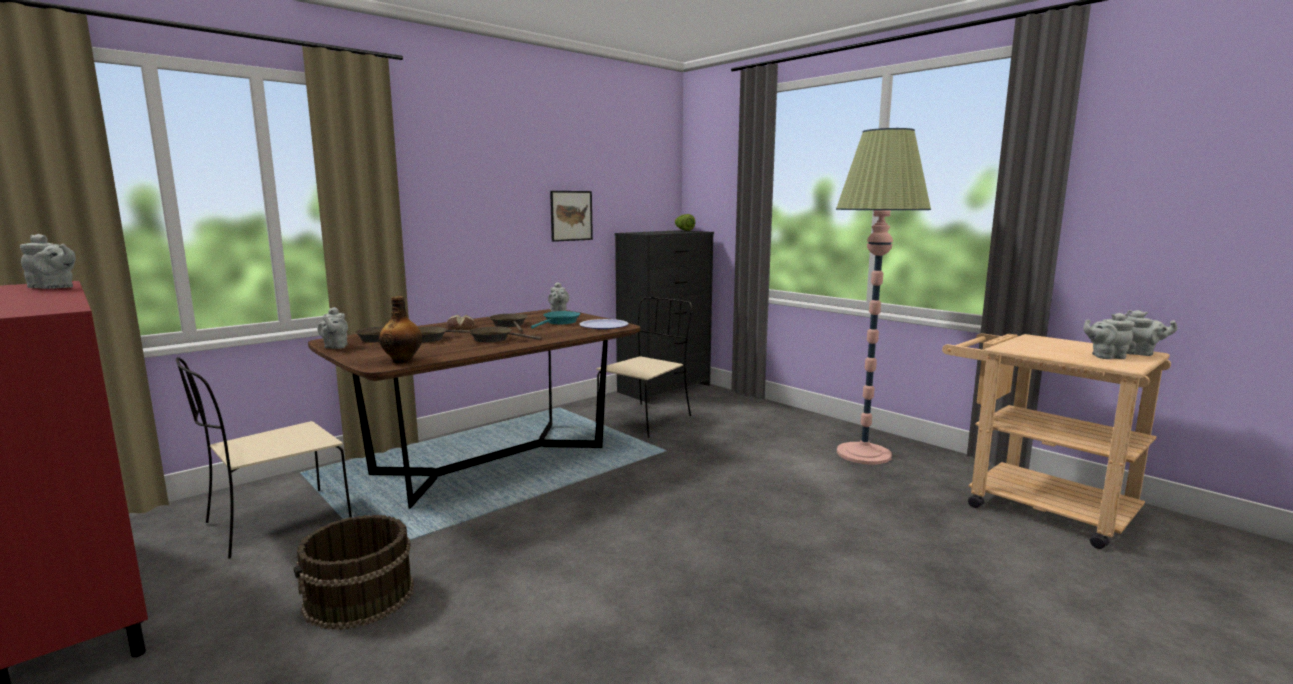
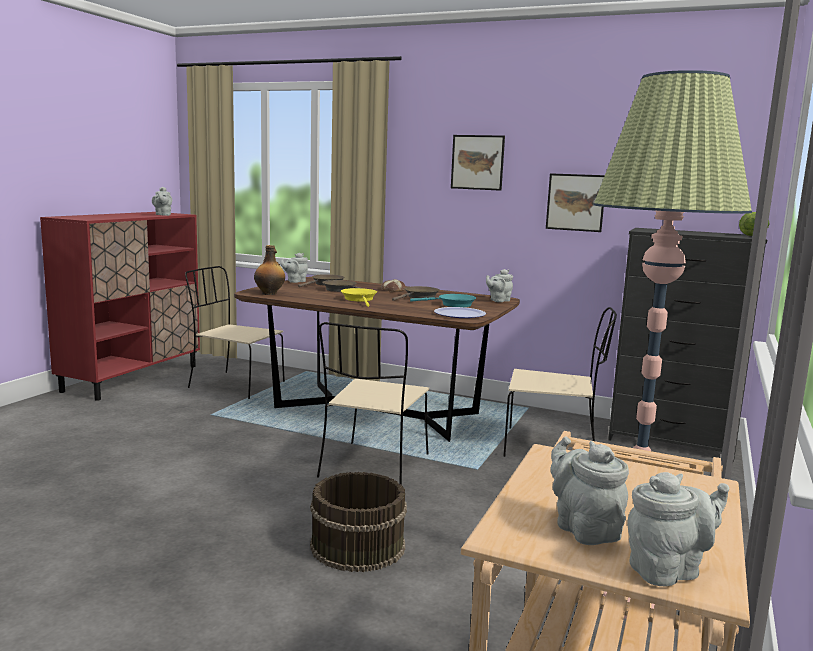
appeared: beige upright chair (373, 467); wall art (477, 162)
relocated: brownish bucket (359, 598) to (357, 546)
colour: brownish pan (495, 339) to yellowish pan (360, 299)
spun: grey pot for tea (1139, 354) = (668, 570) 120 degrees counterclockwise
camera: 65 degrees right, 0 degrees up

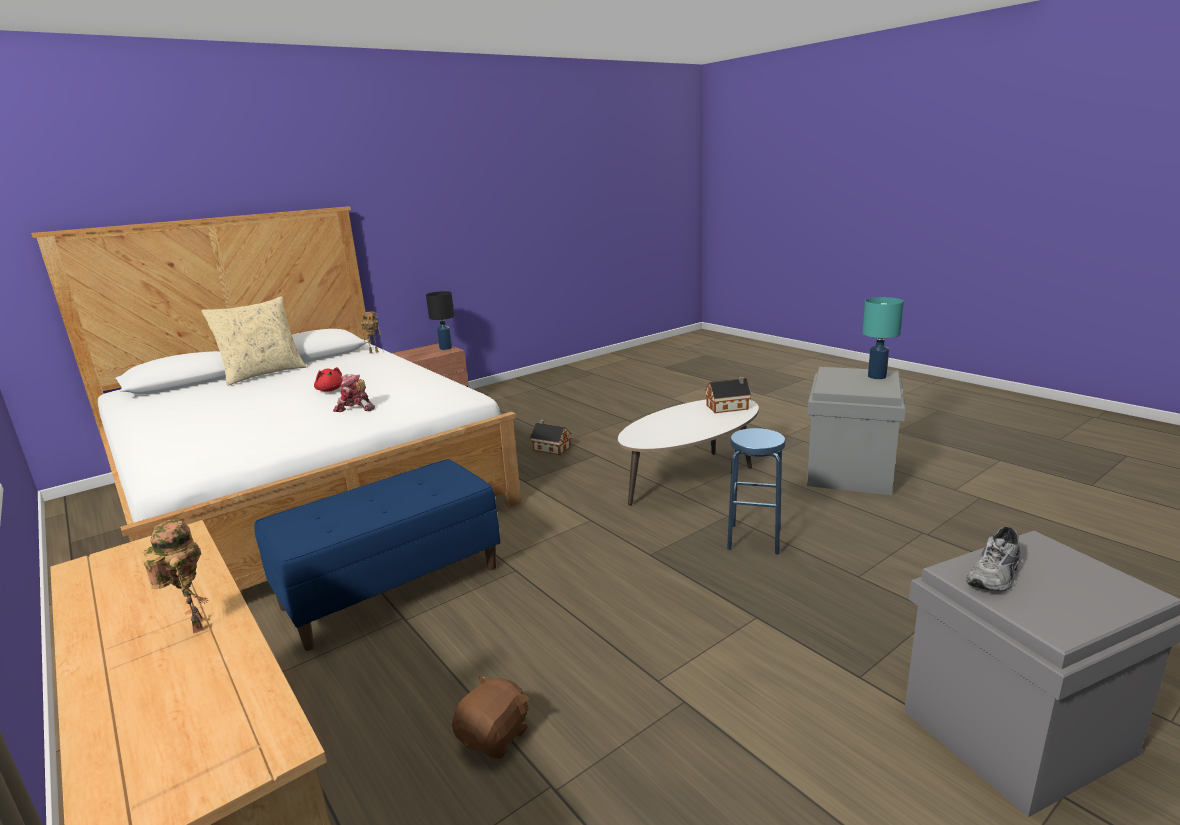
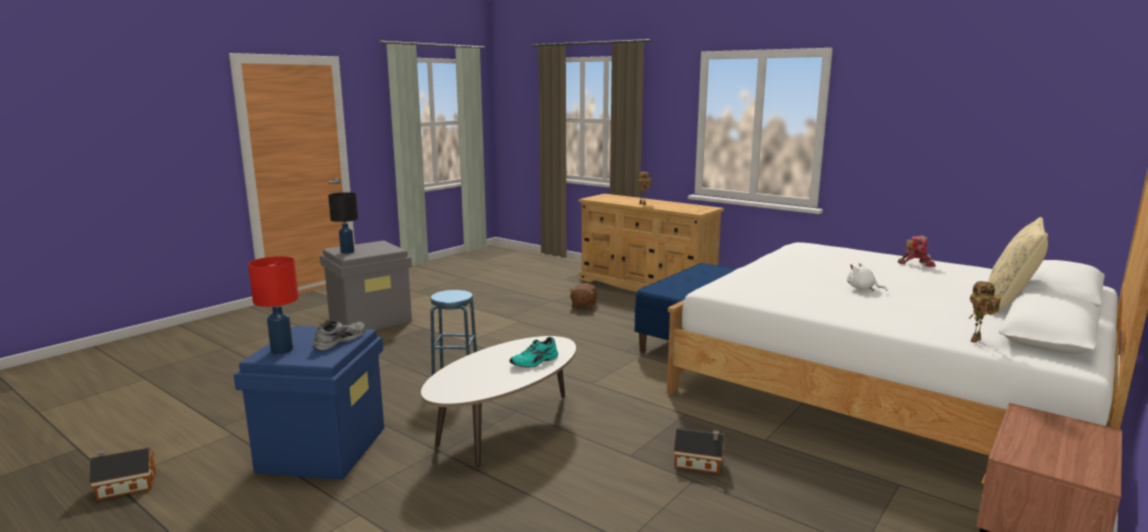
appeared: blue-green low shoe (535, 362)
relocated: toy house (729, 407) to (124, 486); grey low shoe (996, 575) to (339, 341); blackish lamp for a table (446, 348) to (347, 252); model robot (355, 408) to (916, 263)
colour: grey storage bin (850, 472) to blue storage bin (323, 448); blue-green lamp for a table (877, 376) to red lamp for a table (281, 350); red plush toy (330, 390) to whitish plush toy (862, 289)
camera: 165 degrees right, 5 degrees down

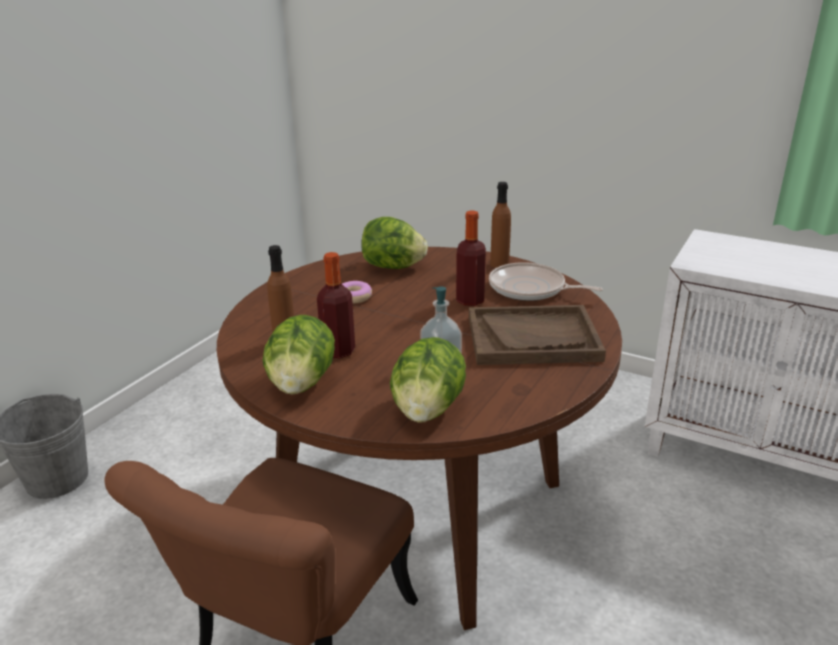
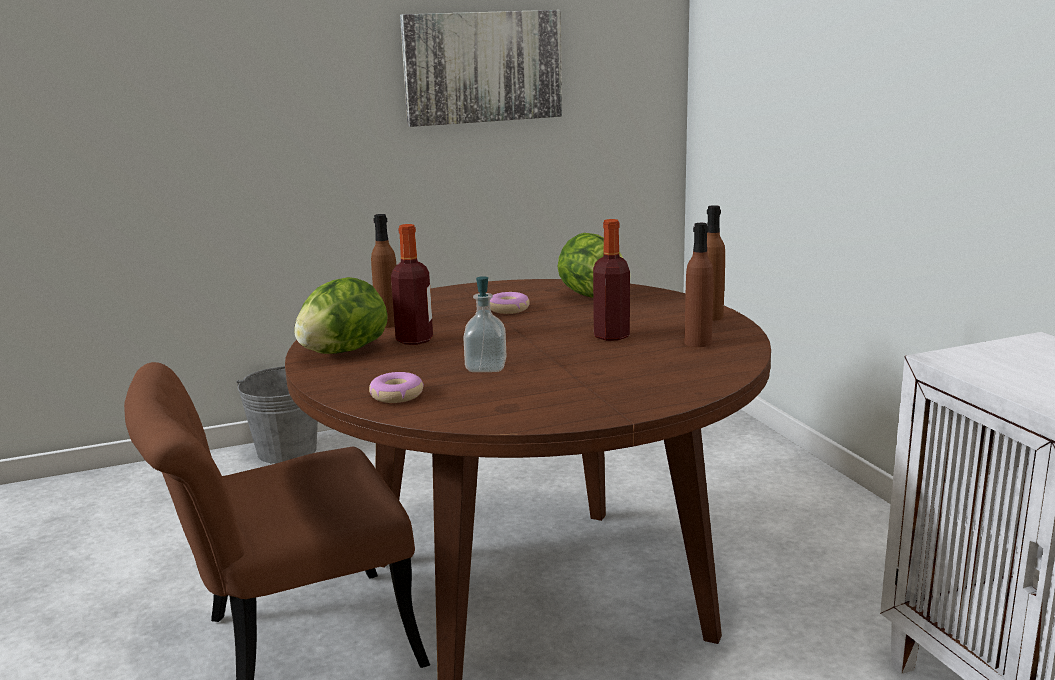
missing: brownish serving tray (533, 338)
appeared: wall art (482, 67)
exchanged: lettuce head (428, 410) to donut (396, 395); pan (530, 289) to brownish drink bottle (698, 342)
camera: 40 degrees right, 10 degrees down

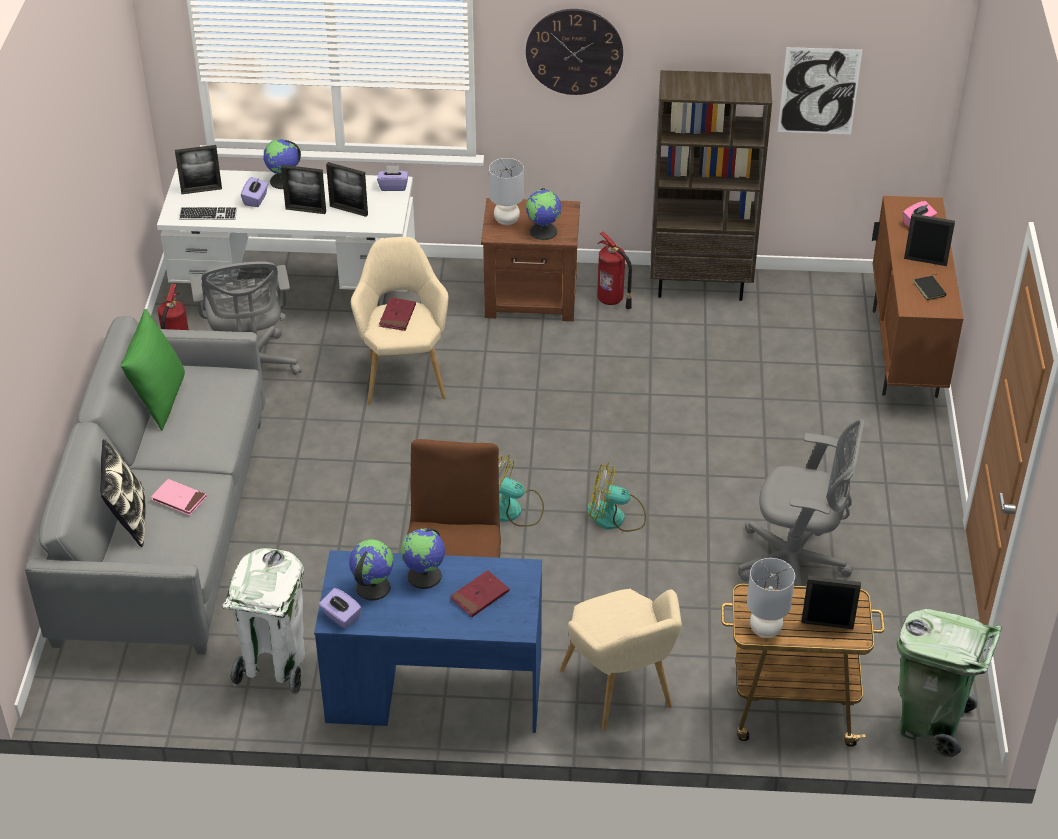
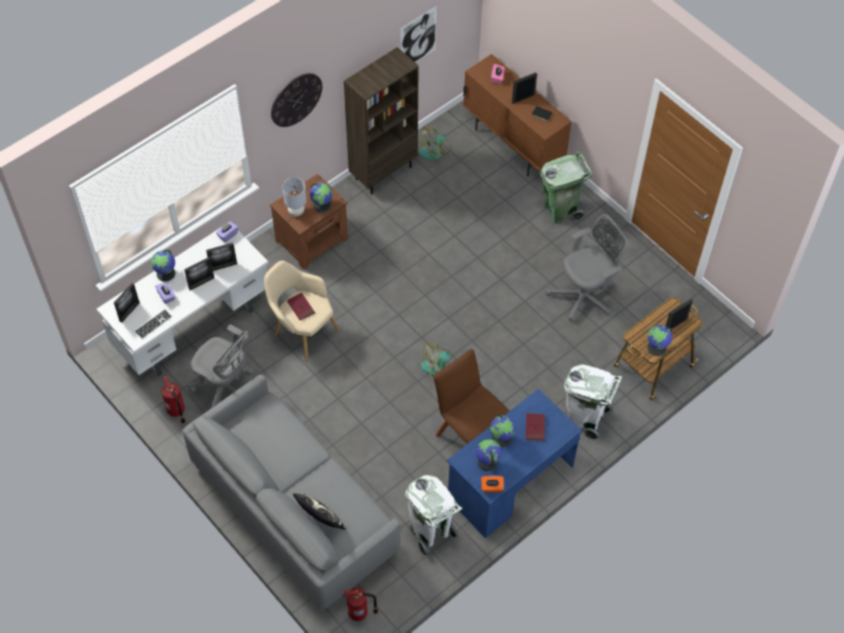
missing: greenish throw pillow (159, 400); pinkish book (179, 499)
relocated: extinguisher (611, 300) to (359, 613); fan (615, 517) to (435, 150); greenish trash can (931, 723) to (560, 210)
exchanged: beige easy chair (621, 694) to whitish trash can (585, 418); grey lamp for a table (765, 630) to world globe (657, 348)
colour: purple-coloured box of tissues (341, 617) to orange box of tissues (492, 487)
camera: 45 degrees left, 15 degrees up

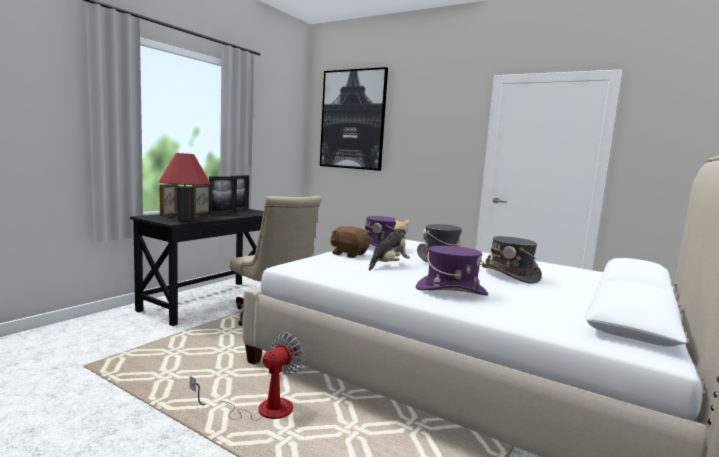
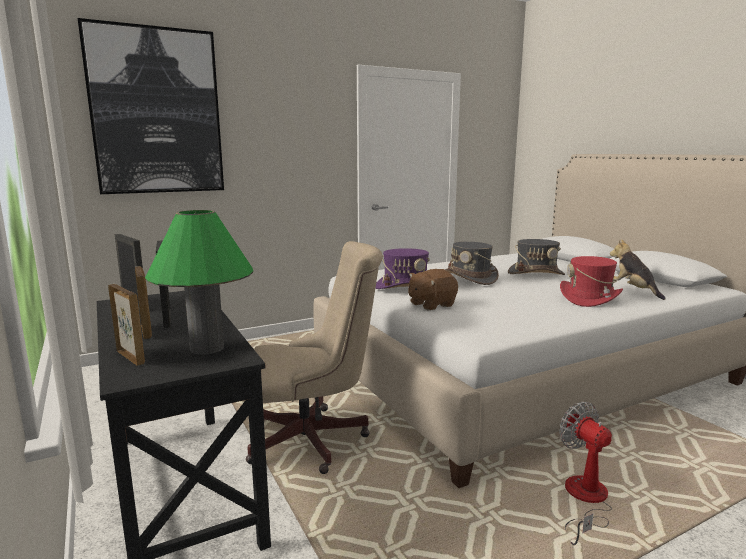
relocated: plush toy (389, 265) to (634, 291)
colour: red lamp for a table (185, 219) to greenish lamp for a table (207, 348); purple-coloured hat (451, 291) to red hat (589, 298)
camera: 60 degrees left, 5 degrees up

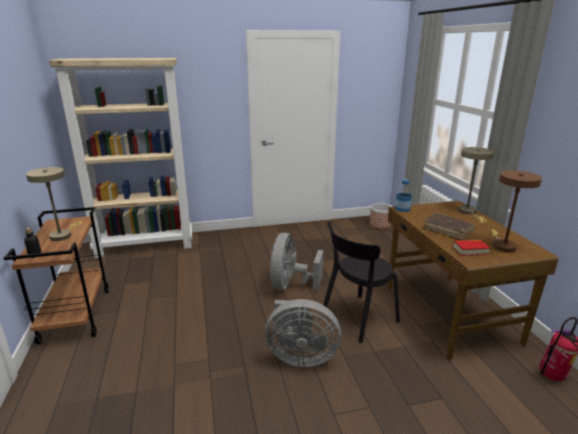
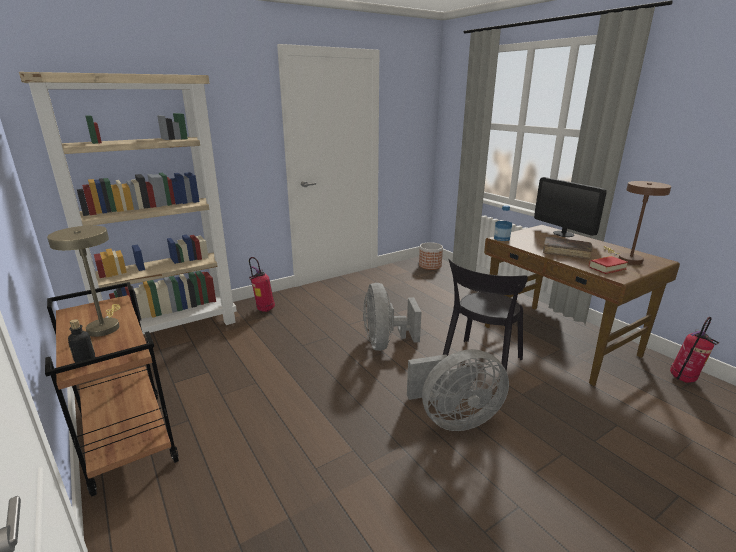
appeared: extinguisher (264, 310)
exchanged: beige lamp for a table (469, 212) to monitor (563, 234)
camera: 20 degrees left, 0 degrees up

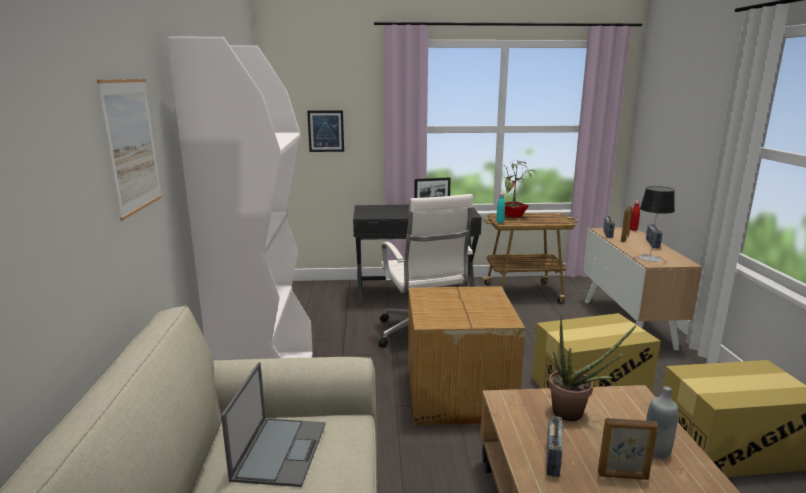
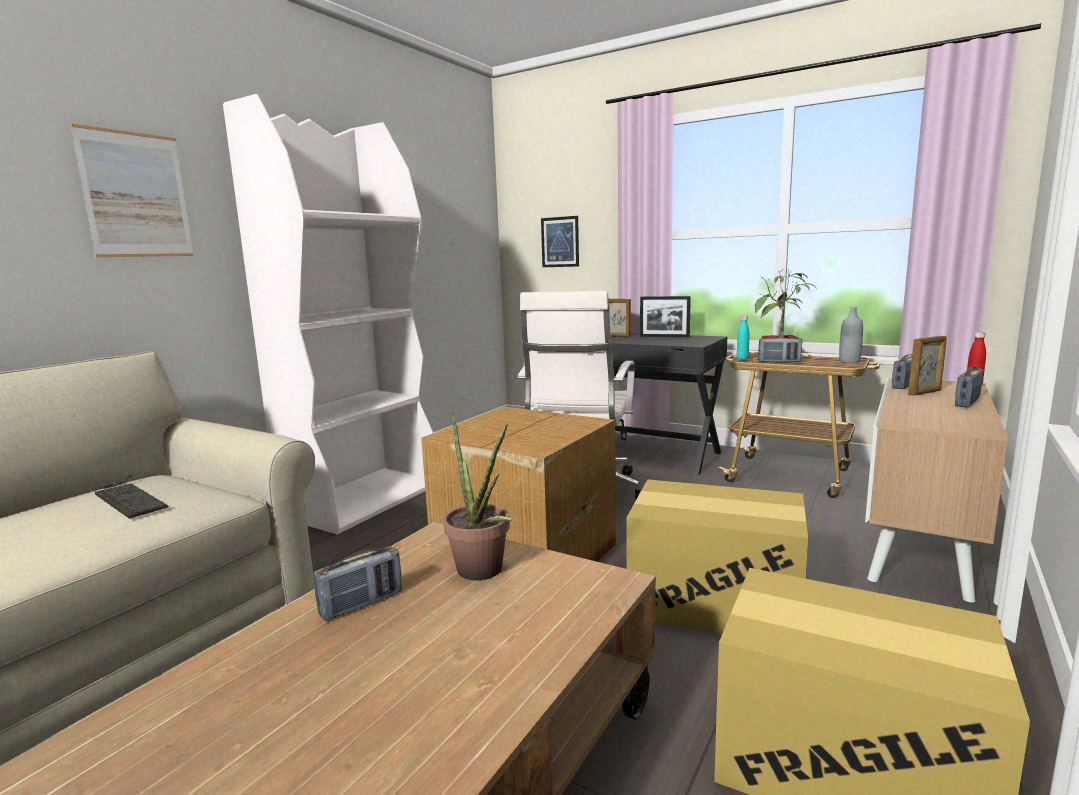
missing: lamp for a table (649, 258)
appeared: radio set (779, 362)
relocated: photo frame (623, 476) to (617, 336); grey drink bottle (656, 451) to (849, 361)
exchanged: laptop (280, 450) to keyboard (128, 497)
camera: 35 degrees right, 5 degrees down

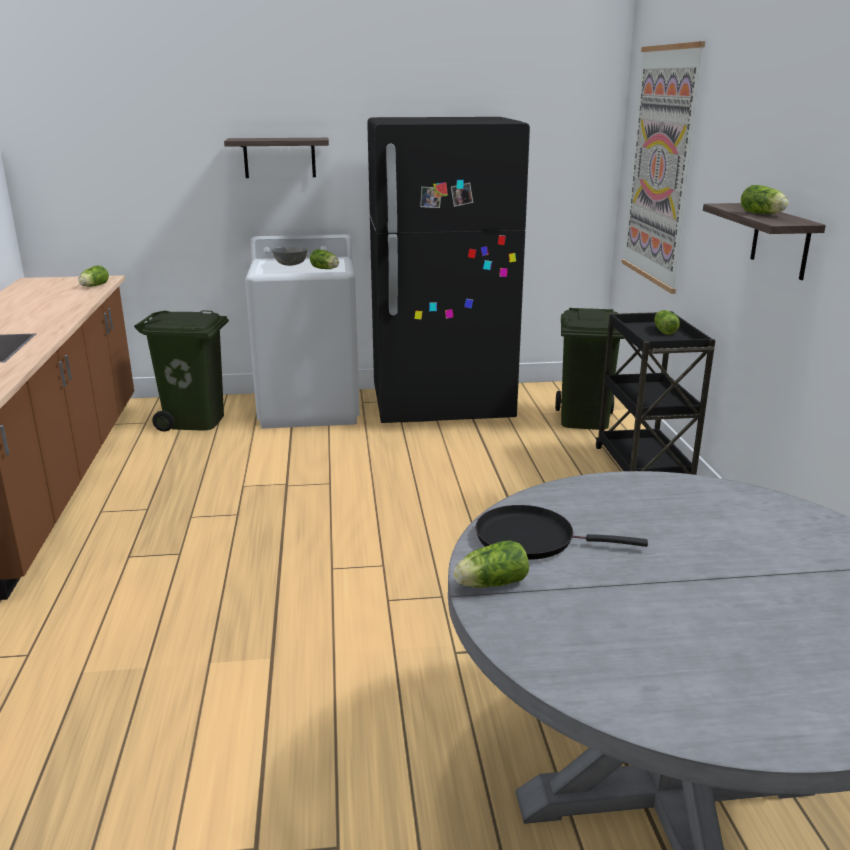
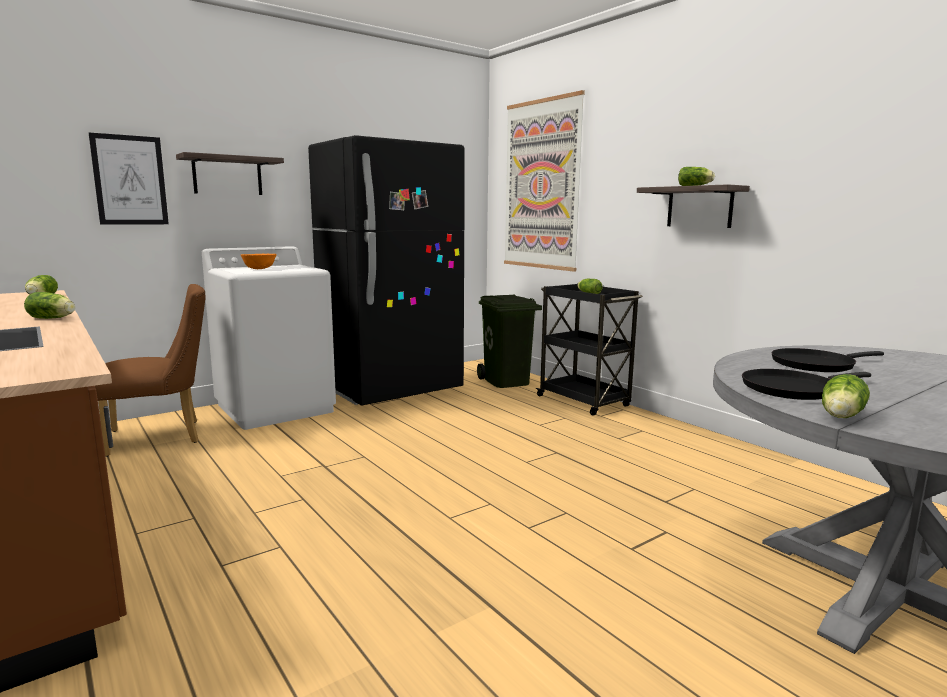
appeared: wall art (130, 180); blackish pan (815, 364)
relocated: lettuce head (325, 269) to (53, 318)
exchanged: greenish trash can (194, 421) to brownish upright chair (163, 436)
colour: grey serving bowl (290, 265) to orange serving bowl (259, 269)
camera: 30 degrees left, 10 degrees down

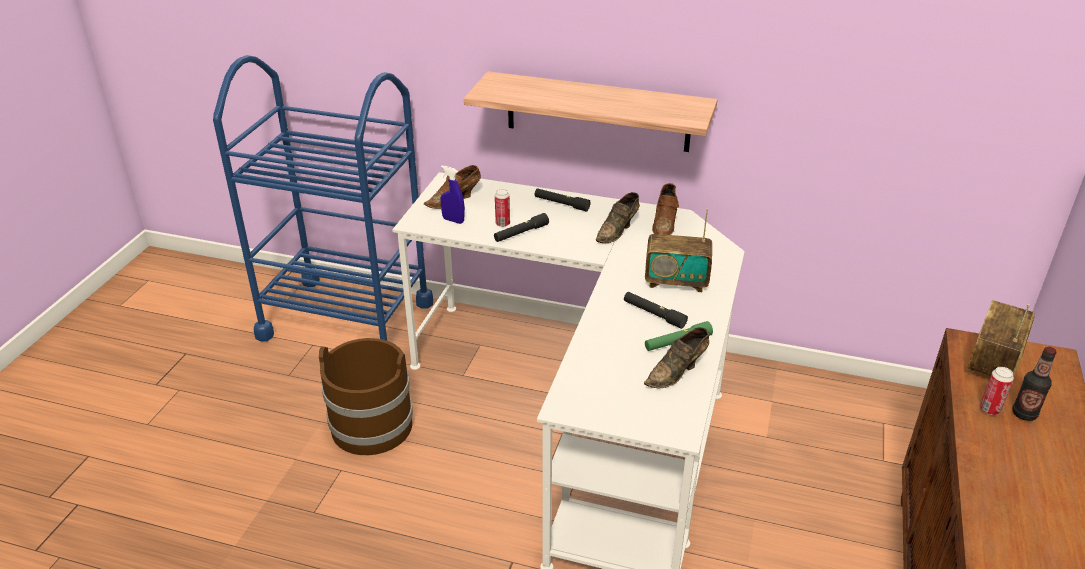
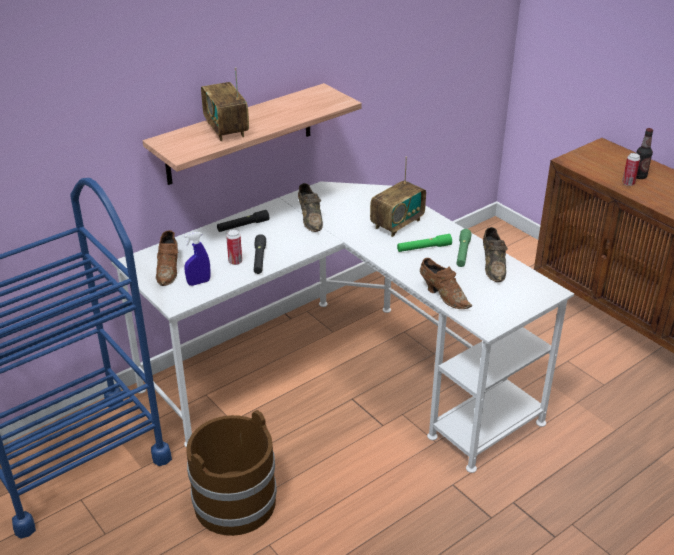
relocated: radio set (993, 363) to (226, 129); brownish low shoe (665, 224) to (443, 295)
colour: blackish hand torch (654, 314) to greenish hand torch (424, 248)
camera: 55 degrees left, 0 degrees up

